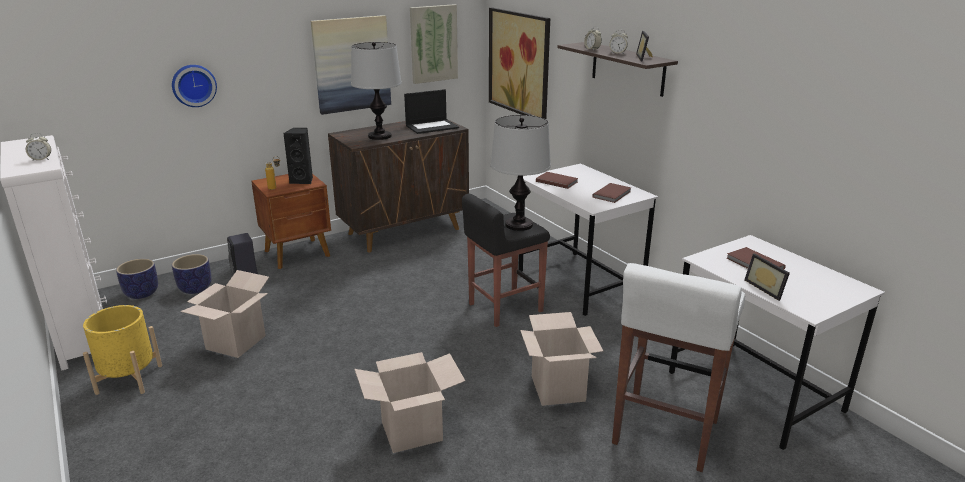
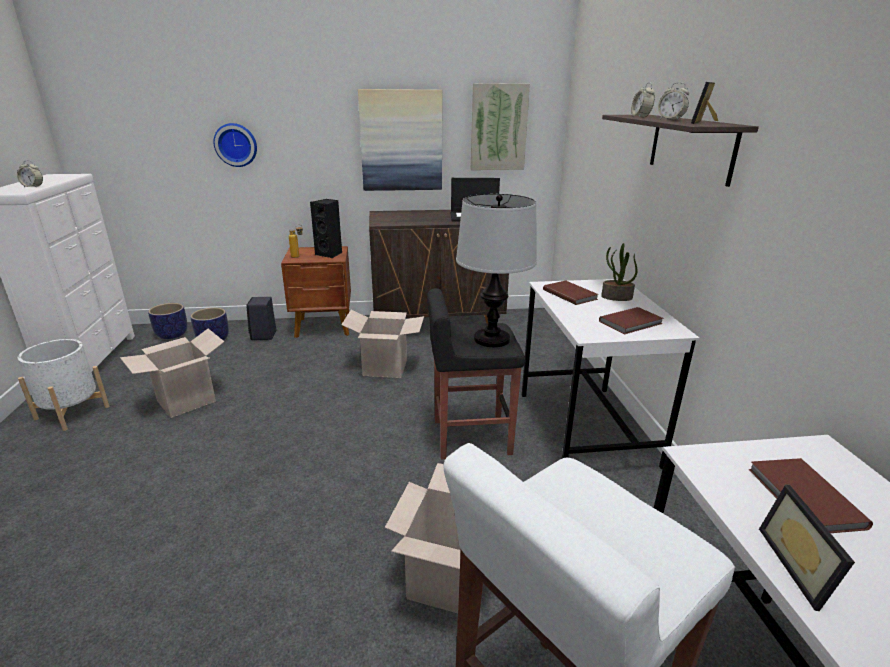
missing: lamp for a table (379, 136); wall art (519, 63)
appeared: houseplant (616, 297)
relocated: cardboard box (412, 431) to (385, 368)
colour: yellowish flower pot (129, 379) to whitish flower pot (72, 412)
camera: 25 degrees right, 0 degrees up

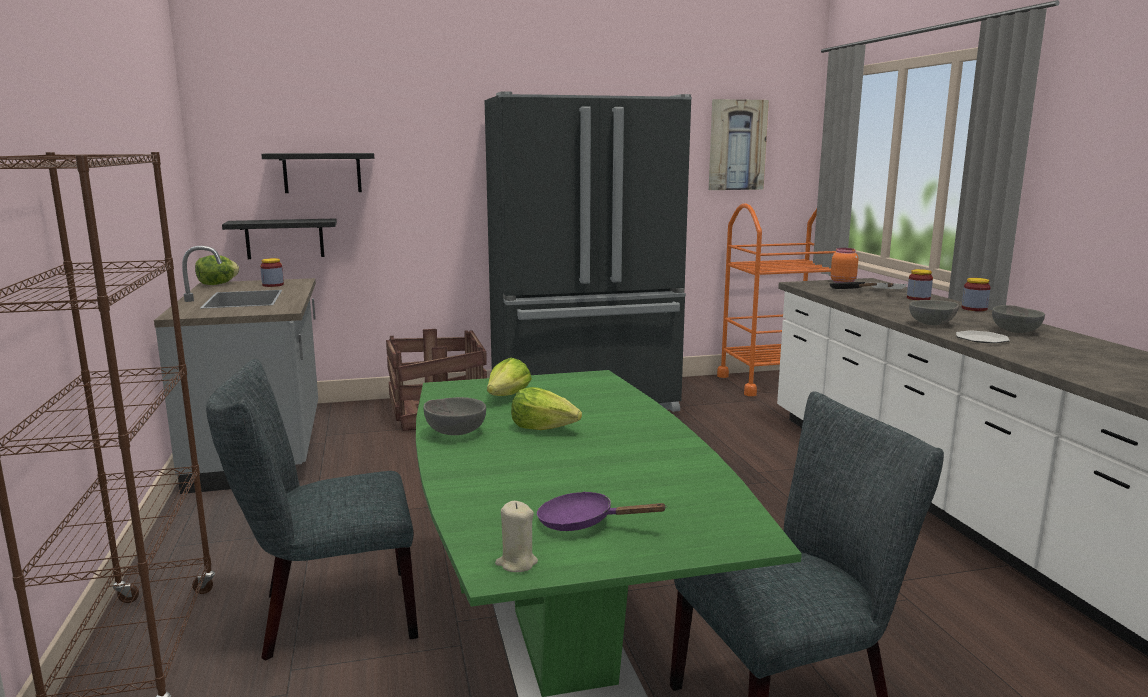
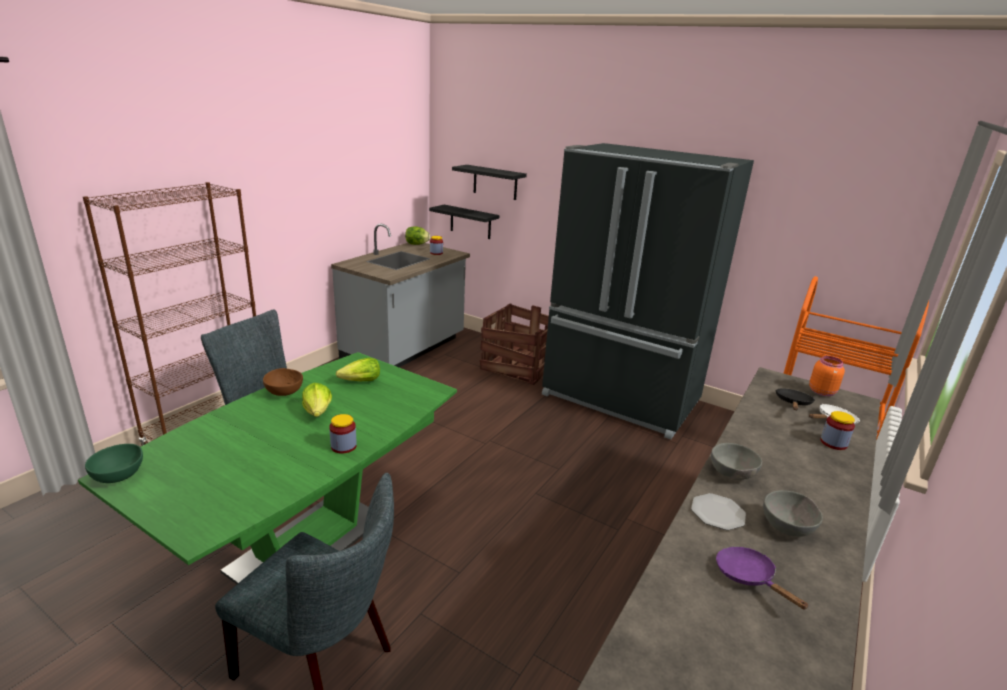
missing: wall art (737, 145)
relocated: jar (974, 309) to (343, 446); purple-coloured pan (583, 523) to (748, 577)
exchanged: beige wax light (516, 563) to greenish serving bowl (120, 476)
colour: grey serving bowl (455, 432) to brownish serving bowl (285, 392)
camera: 45 degrees right, 10 degrees up

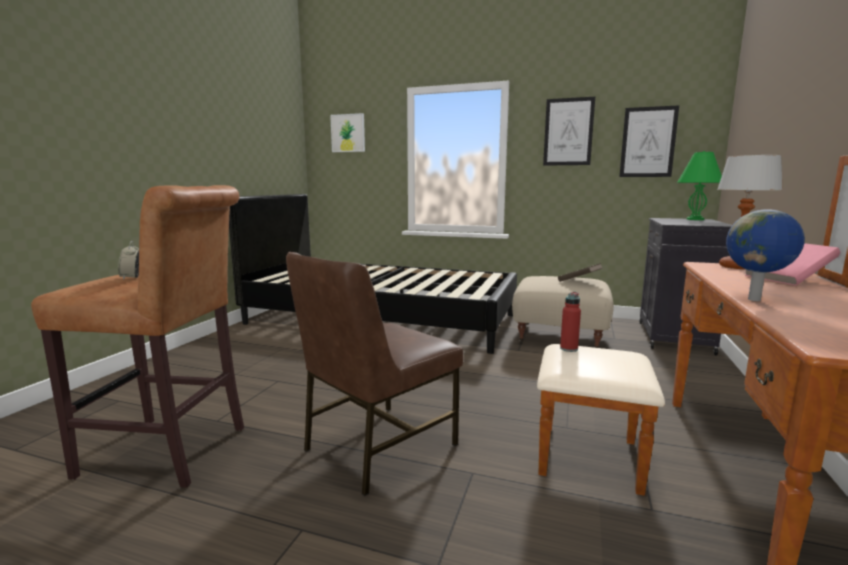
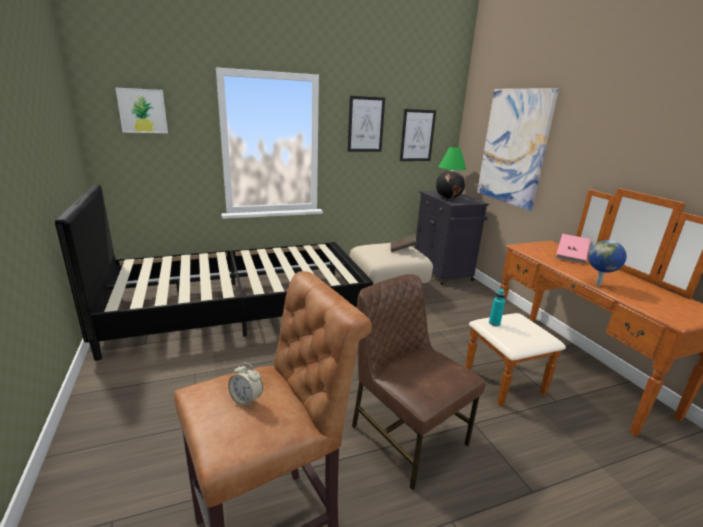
missing: lamp for a table (736, 267)
appeared: world globe (448, 198); wall art (514, 147)
colour: red drink bottle (568, 349) to blue-green drink bottle (494, 323)
spun: brownish upright chair (377, 447) = (406, 434) 135 degrees clockwise
camera: 40 degrees left, 10 degrees up

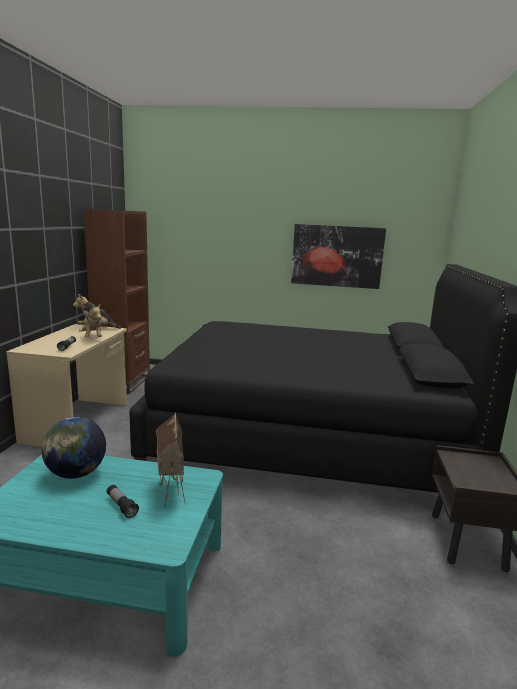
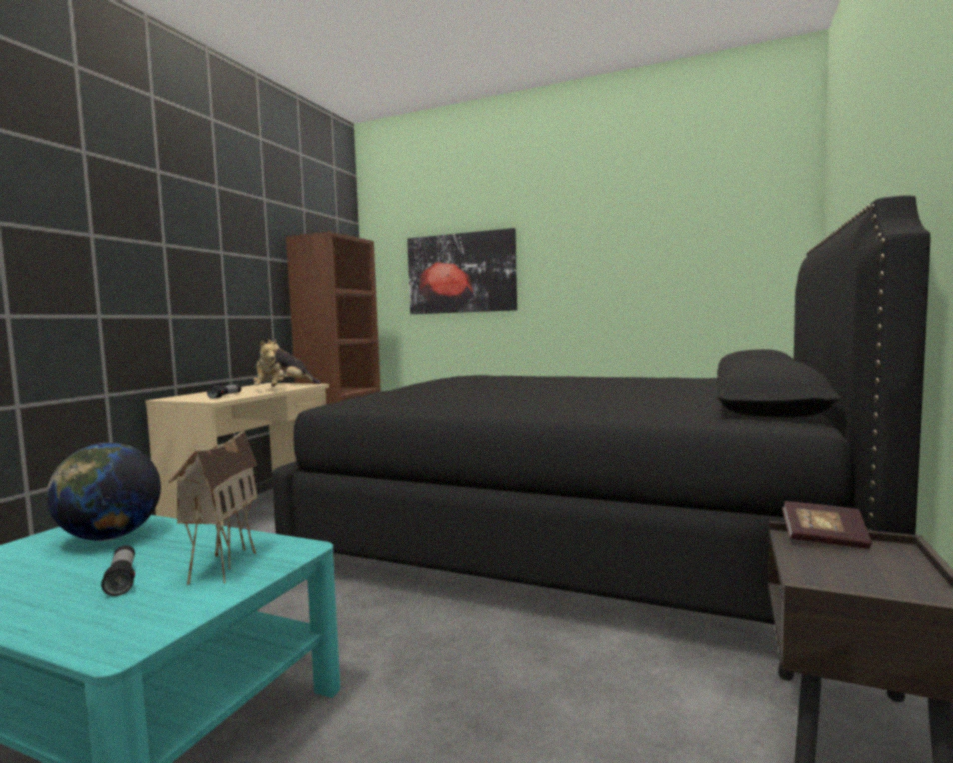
appeared: book (824, 539)
relocated: wall art (337, 256) to (461, 273)
camera: 15 degrees right, 10 degrees down

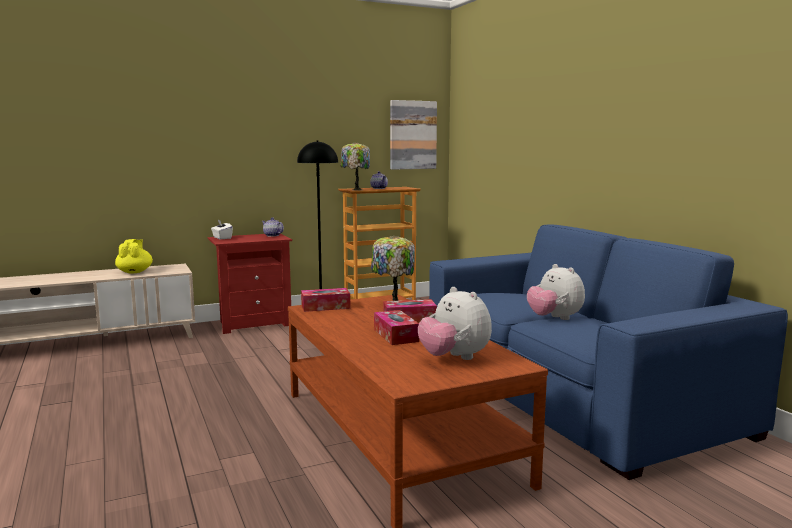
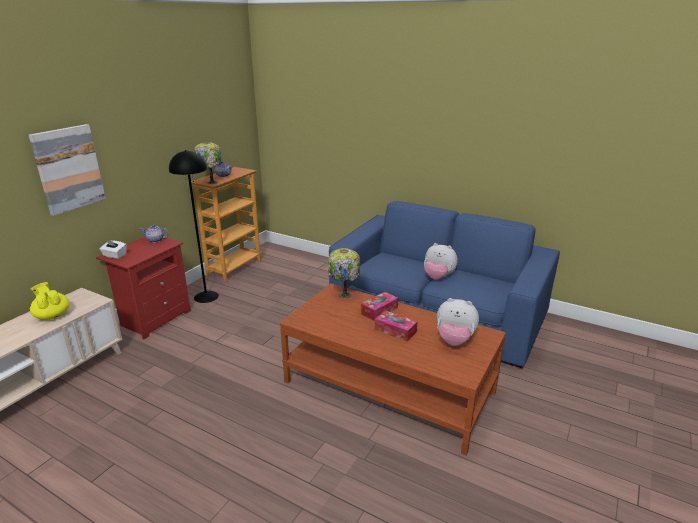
missing: box of tissues (325, 307)
relocated: wall art (412, 135) to (68, 169)
camera: 35 degrees left, 15 degrees up

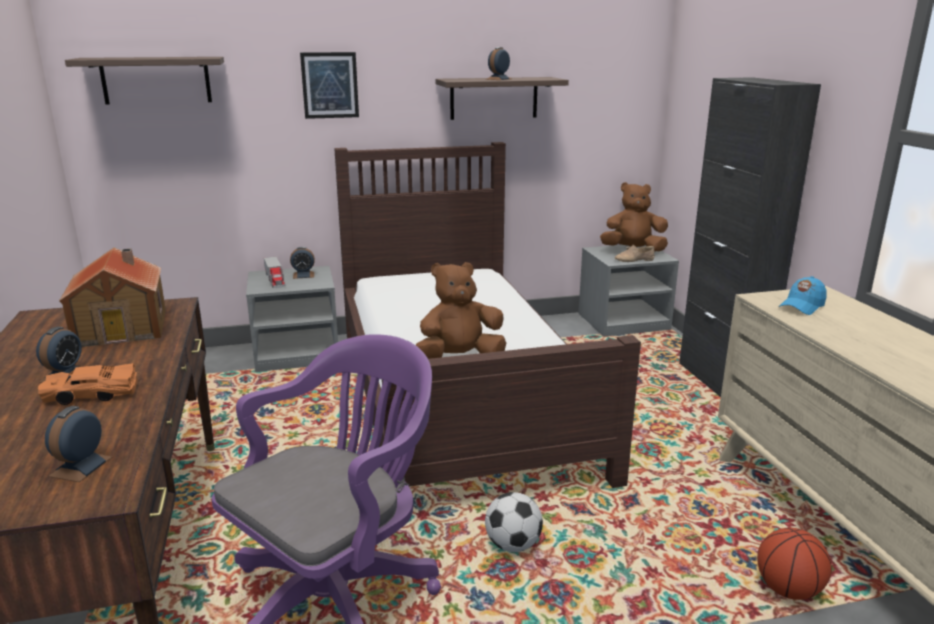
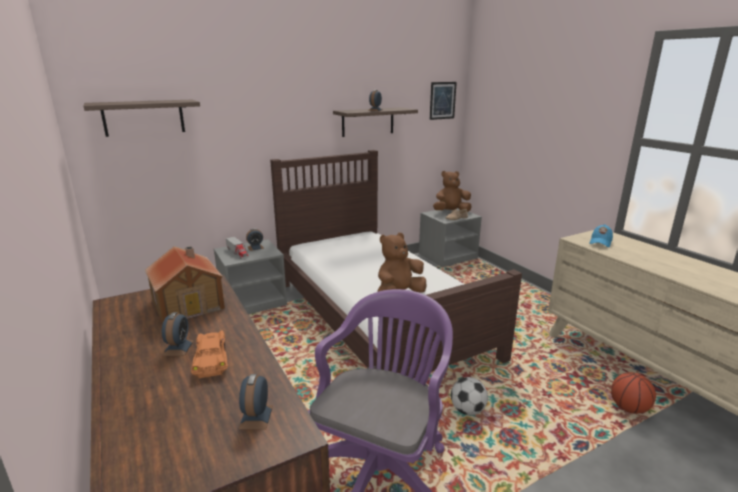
missing: blackish cabinet (720, 381)
relocated: wall art (330, 85) to (442, 100)
spun: orange miniature car (91, 394) = (211, 359) 105 degrees clockwise
camera: 15 degrees left, 0 degrees up

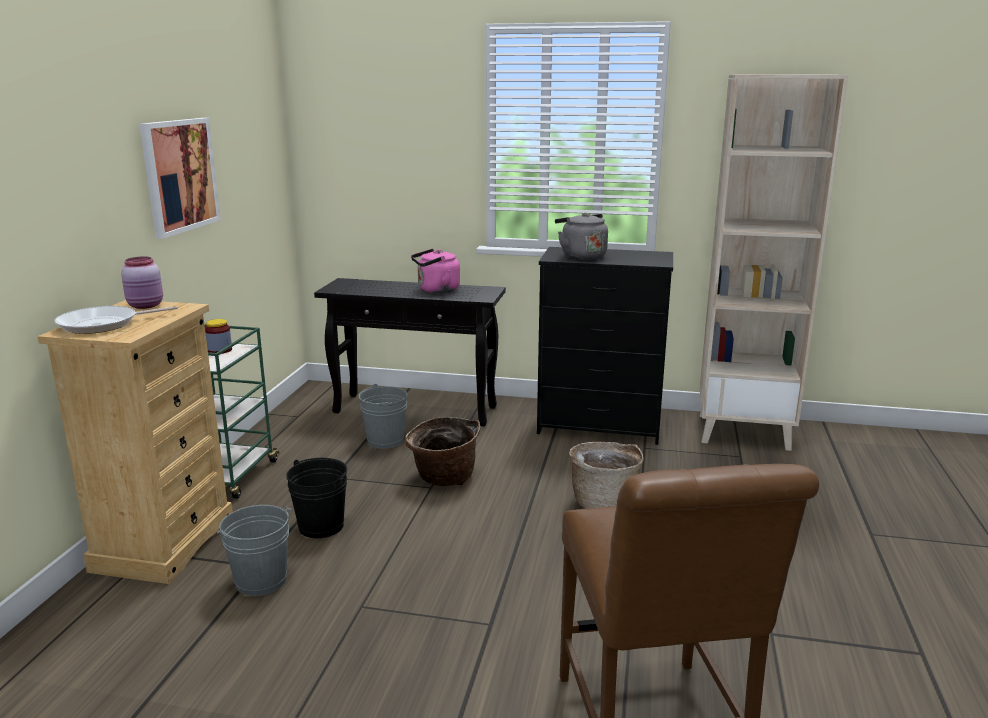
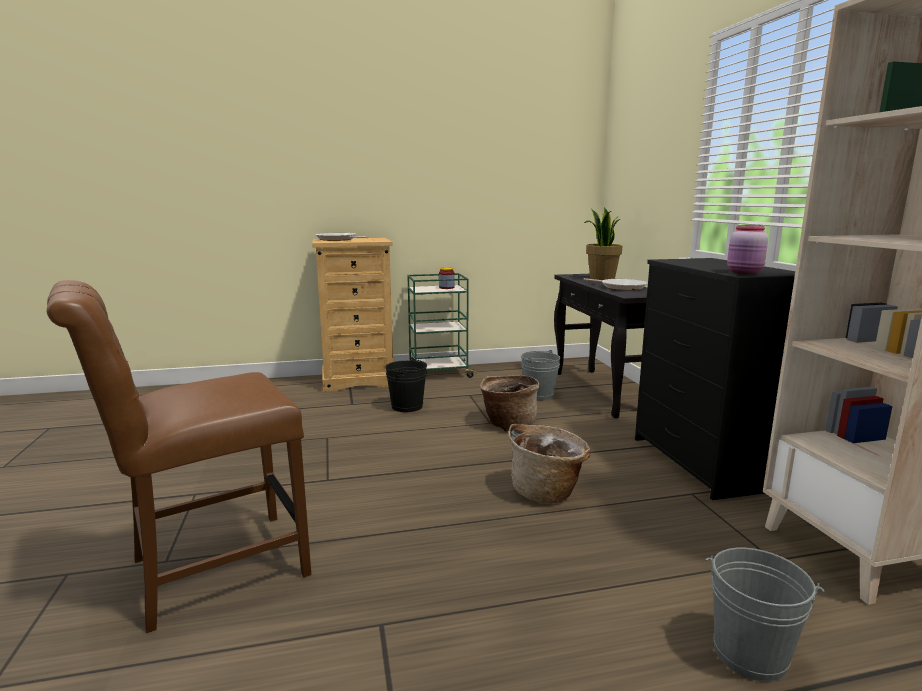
missing: wall art (179, 175); grey kettle (581, 256)
appeared: houseplant (601, 279)
relocated: grey bucket (261, 581) to (749, 654); pinkish jar (146, 305) to (745, 272)
exchanged: pinkish kettle (436, 290) to pan (621, 287)
camera: 65 degrees right, 5 degrees down

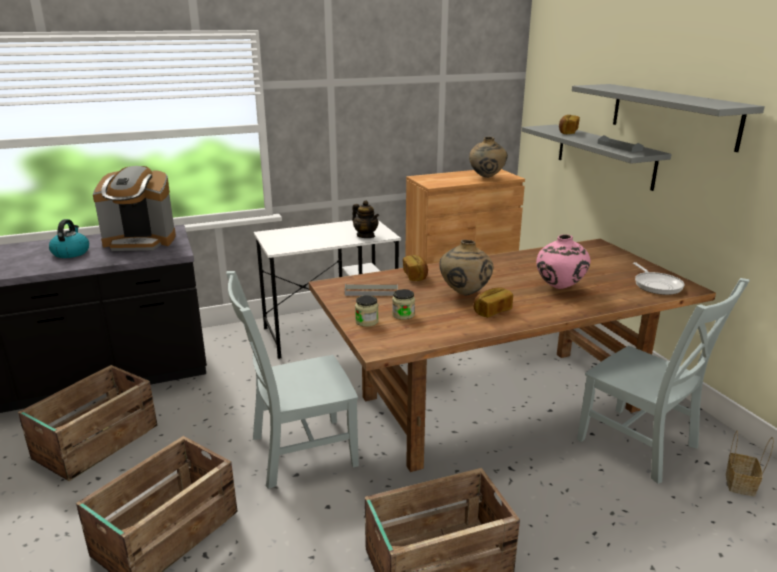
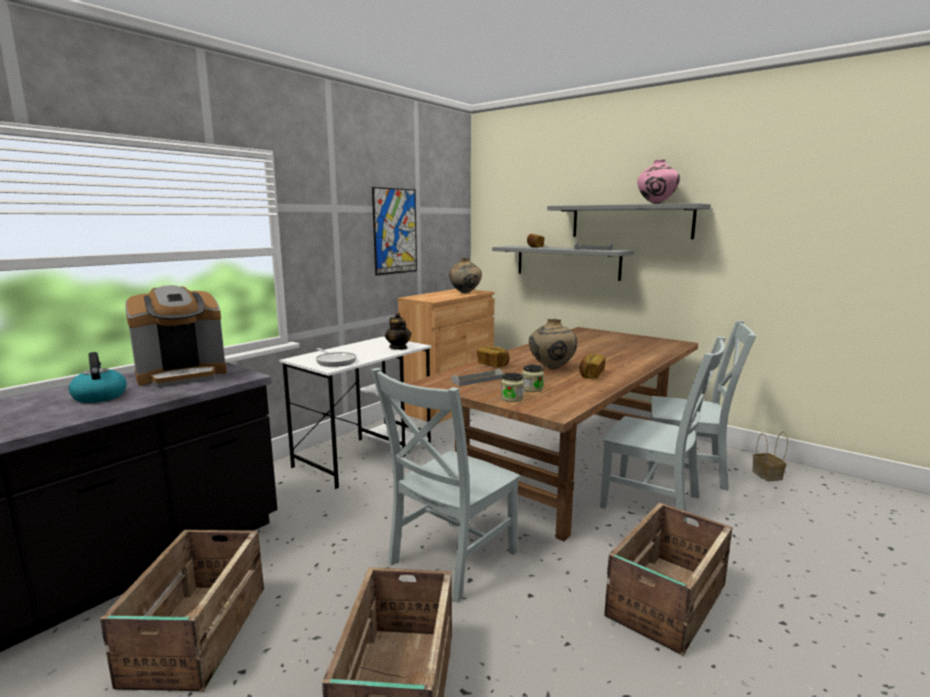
appeared: wall art (395, 231); grey upright chair (655, 503)
relocated: pan (656, 285) to (335, 361); pinkish decorative vase (560, 288) to (656, 204)
spun: pot for tea (366, 236) = (398, 348) 45 degrees clockwise
camera: 30 degrees left, 10 degrees down

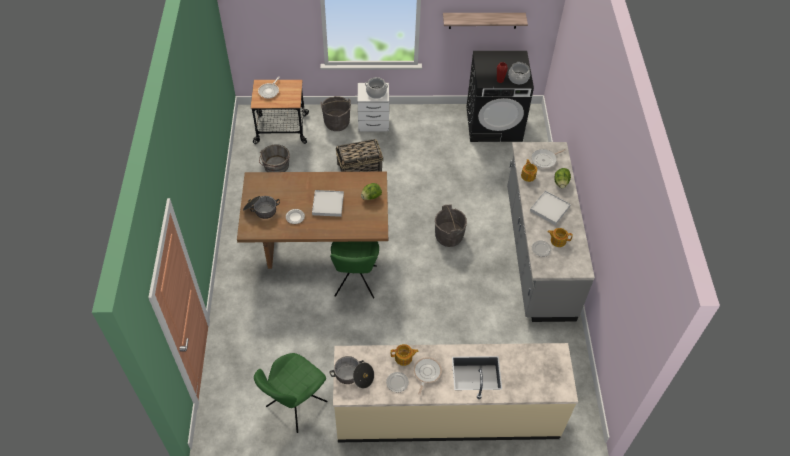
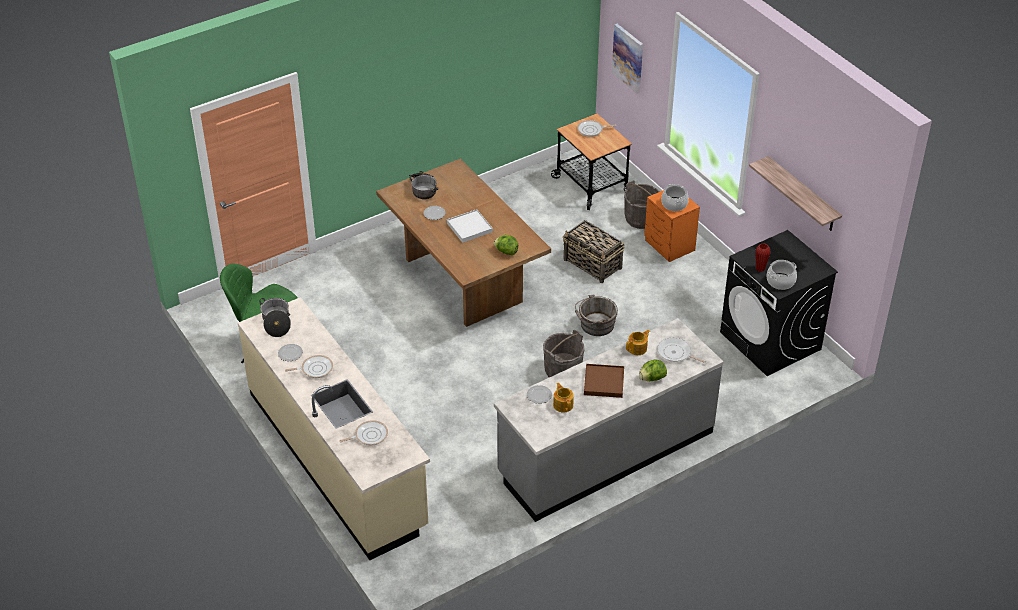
missing: greenish upright chair (355, 283); pot for tea (404, 358)
appeared: pan (369, 435); wall art (628, 58)
relocated: grey bucket (276, 166) to (595, 325)
colour: whitish serving tray (549, 209) to brownish serving tray (604, 382); whitish night table (374, 123) to orange night table (669, 246)
camera: 60 degrees right, 10 degrees down

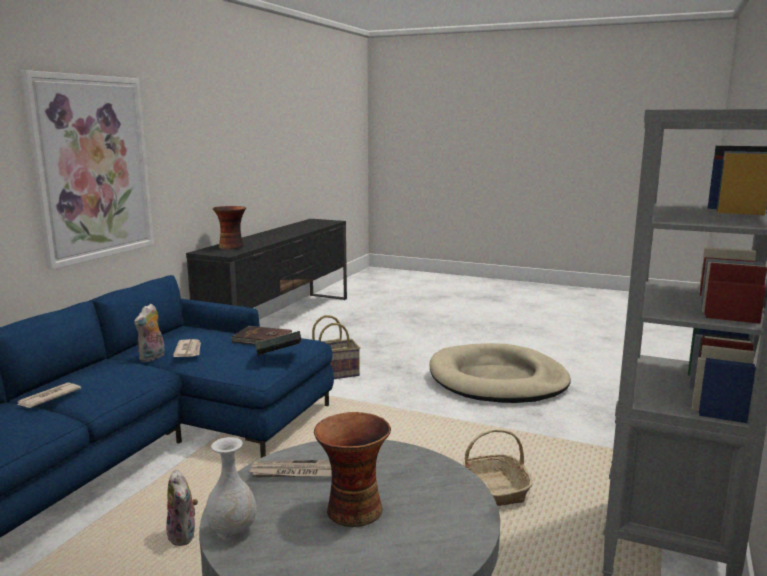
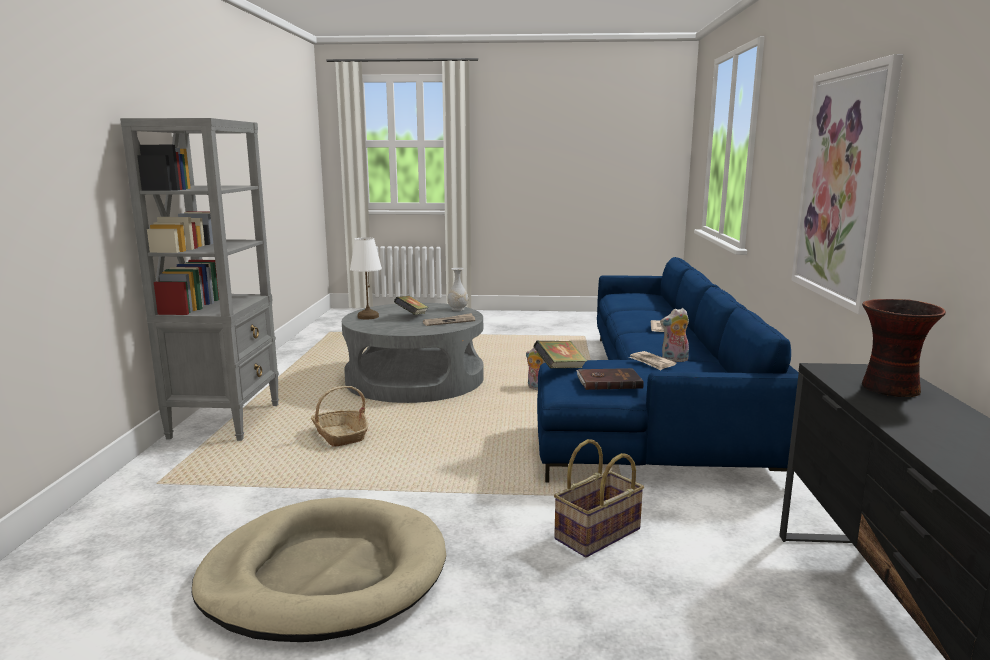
appeared: whitish lamp for a table (368, 317)
exchanged: decorative vase (352, 510) to book (412, 316)
spun: plush toy (152, 357) = (674, 360) 105 degrees counterclockwise
camera: 160 degrees right, 0 degrees up

